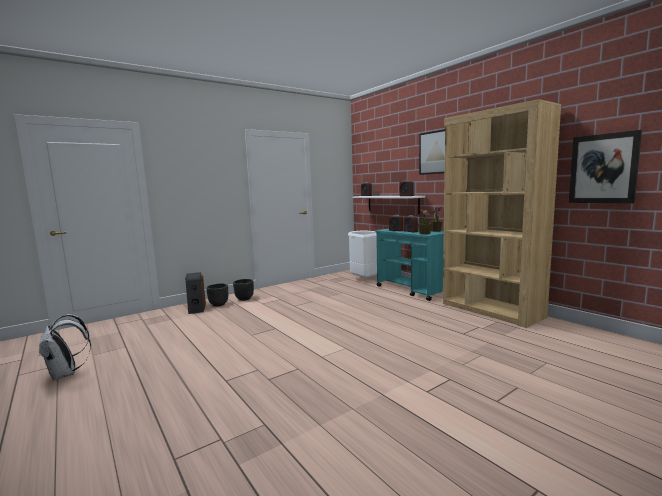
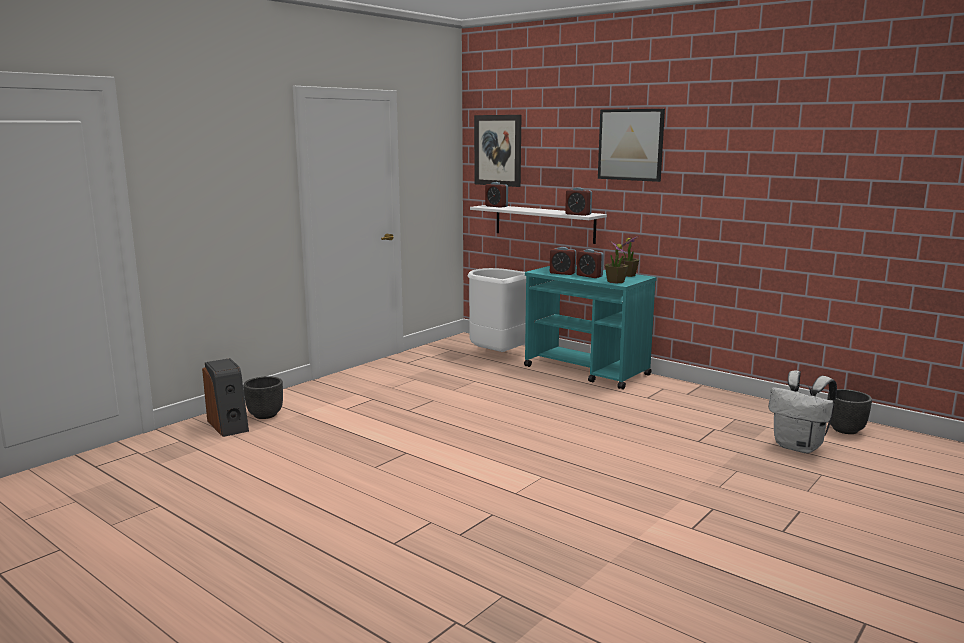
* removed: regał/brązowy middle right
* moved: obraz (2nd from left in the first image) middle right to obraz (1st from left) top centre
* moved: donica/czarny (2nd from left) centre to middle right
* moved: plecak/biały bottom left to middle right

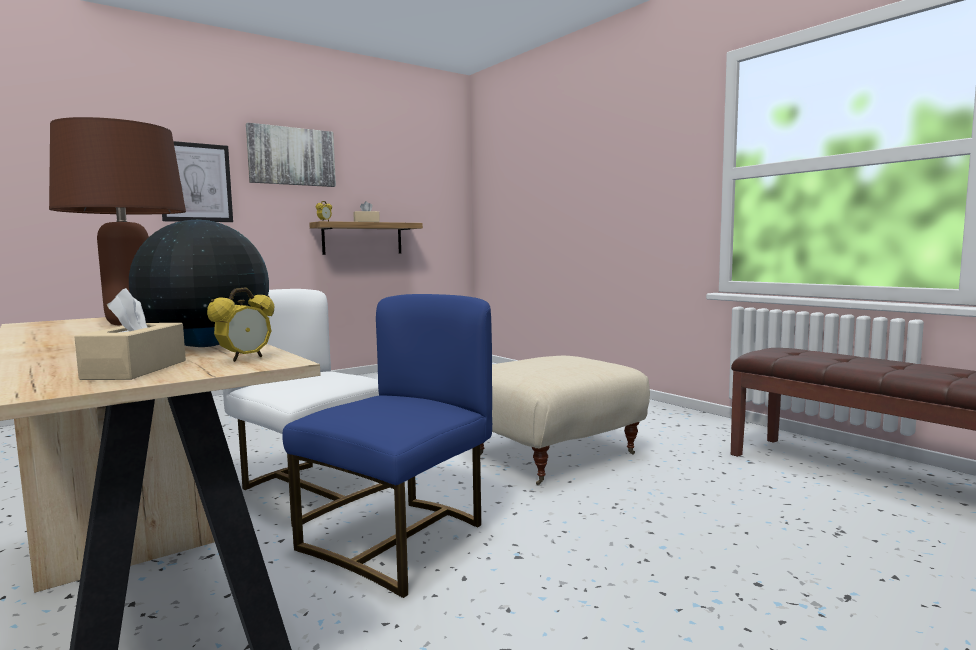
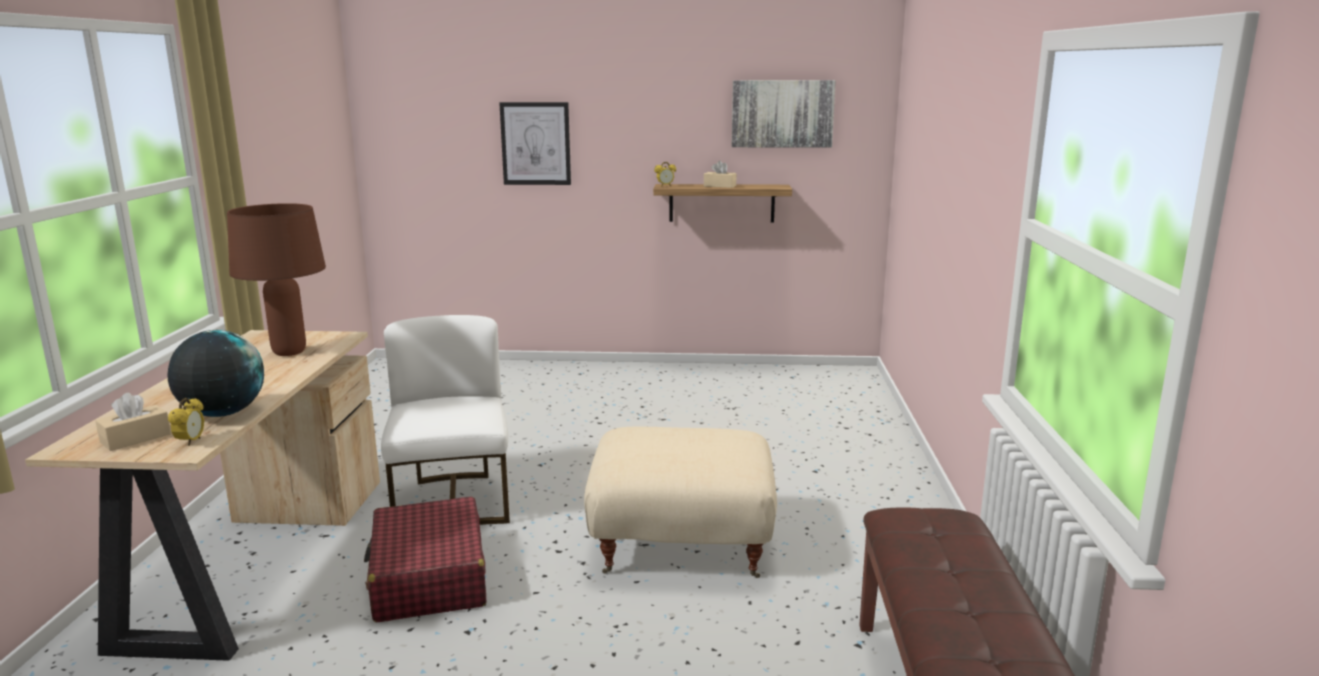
* moved: obraz (2nd from left) top left to top centre
* turned: budzik (1st from left) middle left = middle left 75 degrees counterclockwise
* replaced: krzesło/niebieski bottom centre to walizka/czerwony bottom left

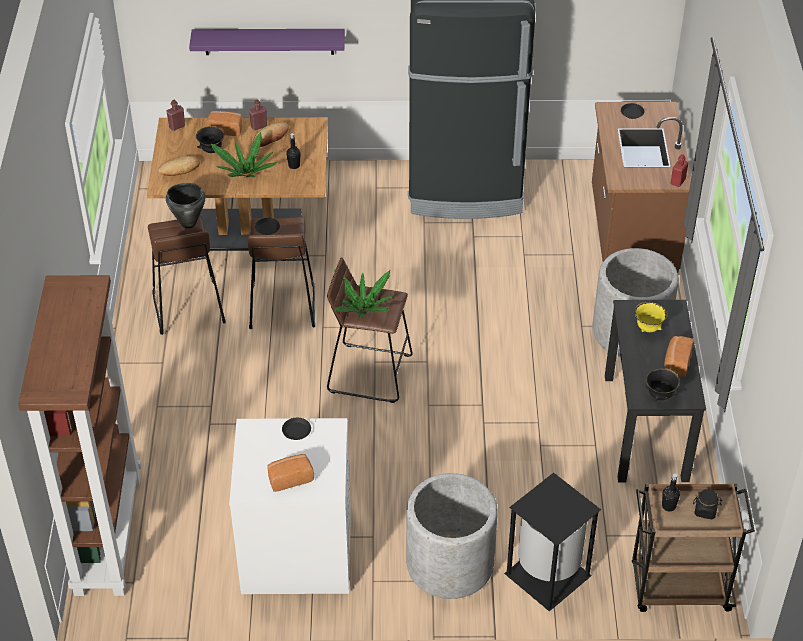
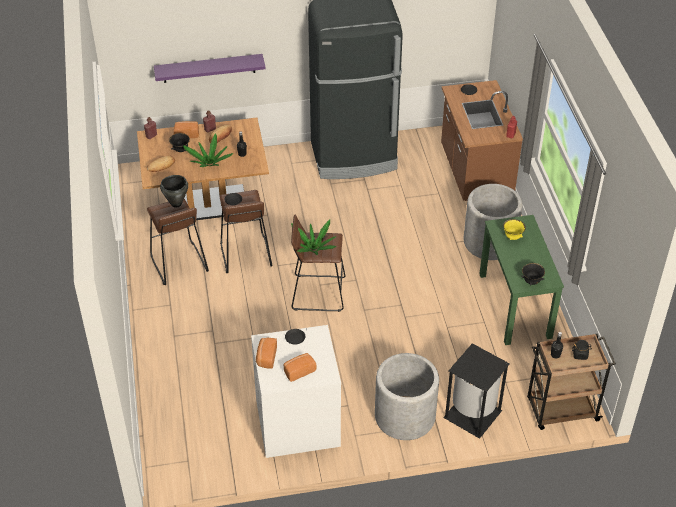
* removed: regał/brązowy bottom left
* recoloured: biurko/czarny middle right to biurko/zielony middle right
* moved: chleb (5th from left in the first image) middle right to chleb (4th from left) bottom centre

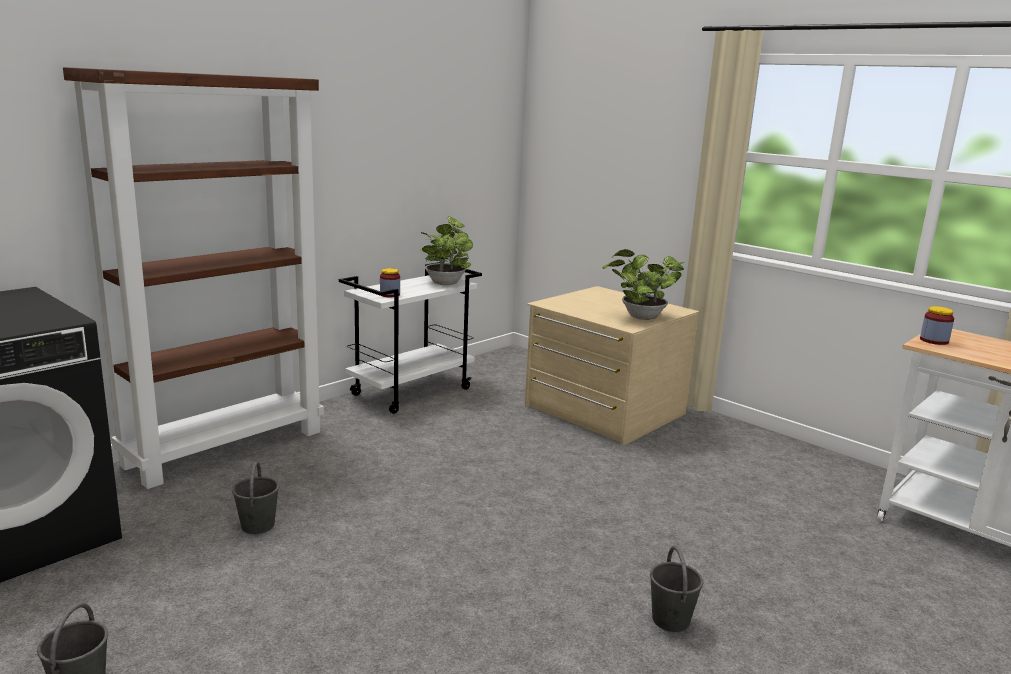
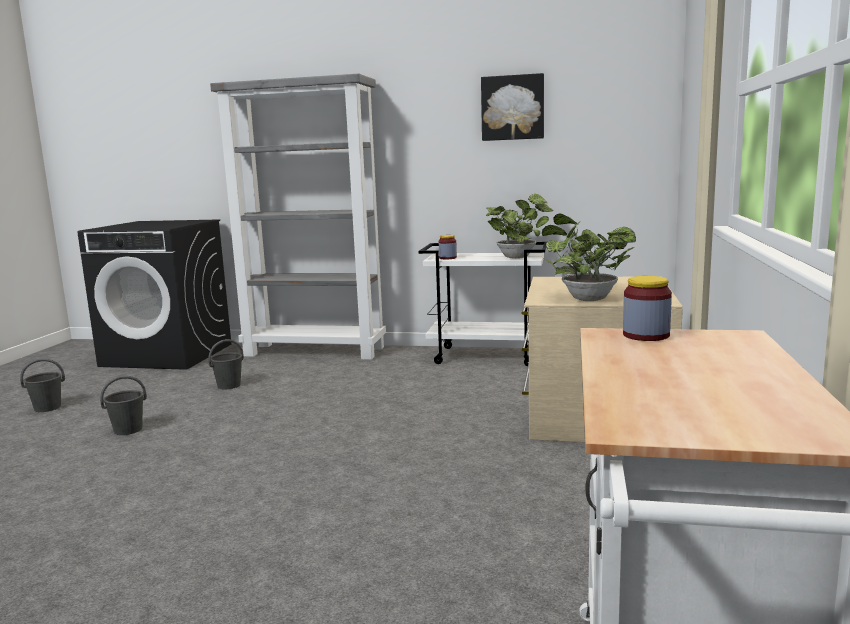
* recoloured: regał/brązowy middle left to regał/szary centre
* moved: wiadro/szary (3rd from left in the first image) bottom right to wiadro/szary (2nd from left) middle left
* added: obraz top centre

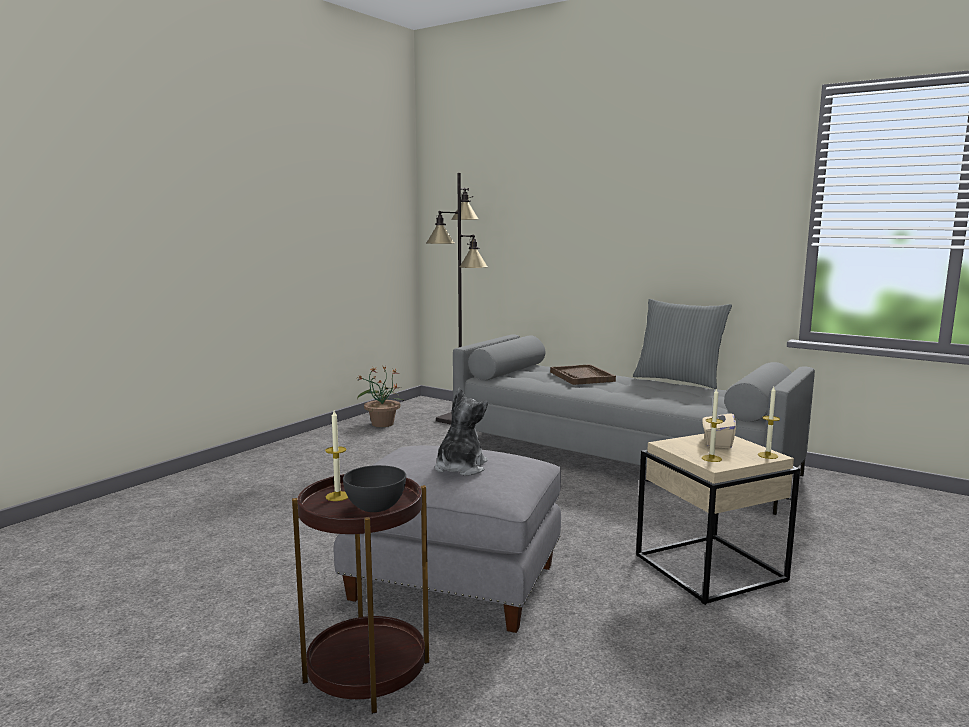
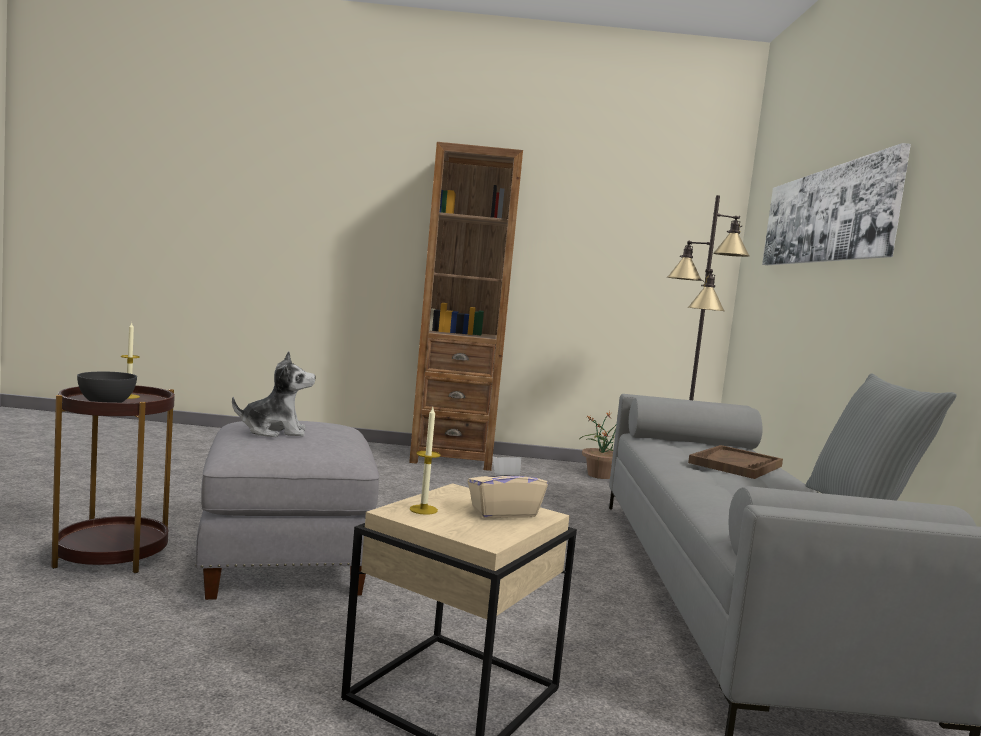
* removed: świeca (3rd from left) middle right
* added: regał/brązowy centre
* added: obraz top right

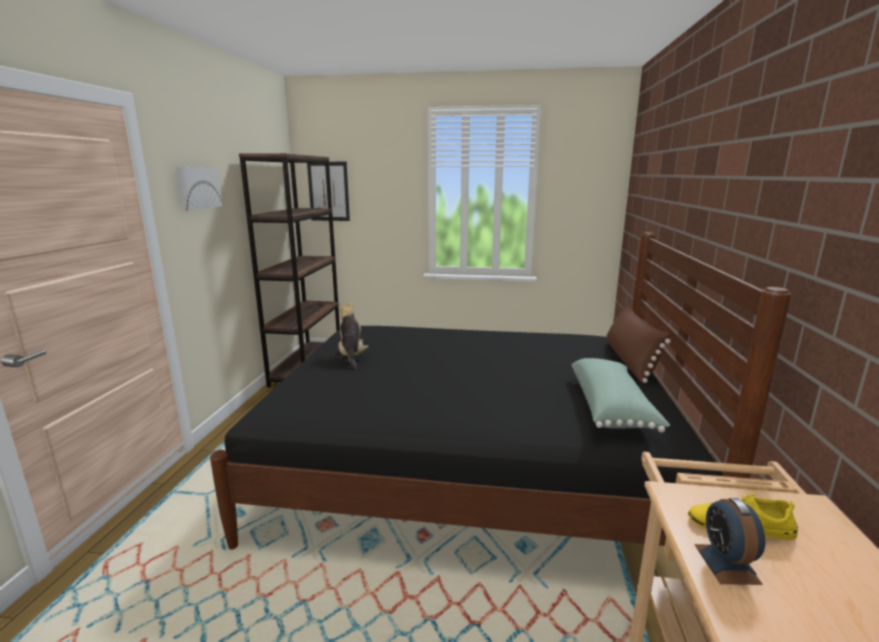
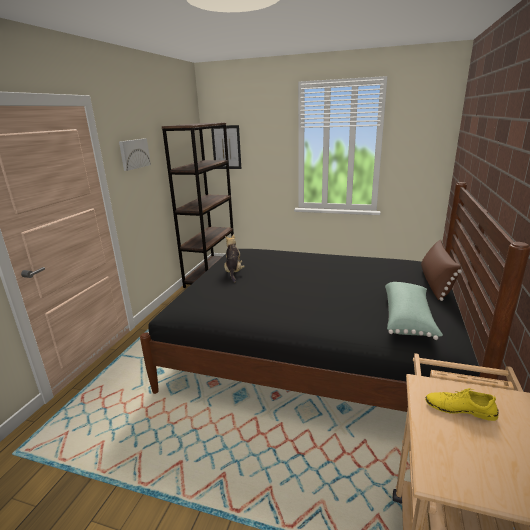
* removed: budzik bottom right

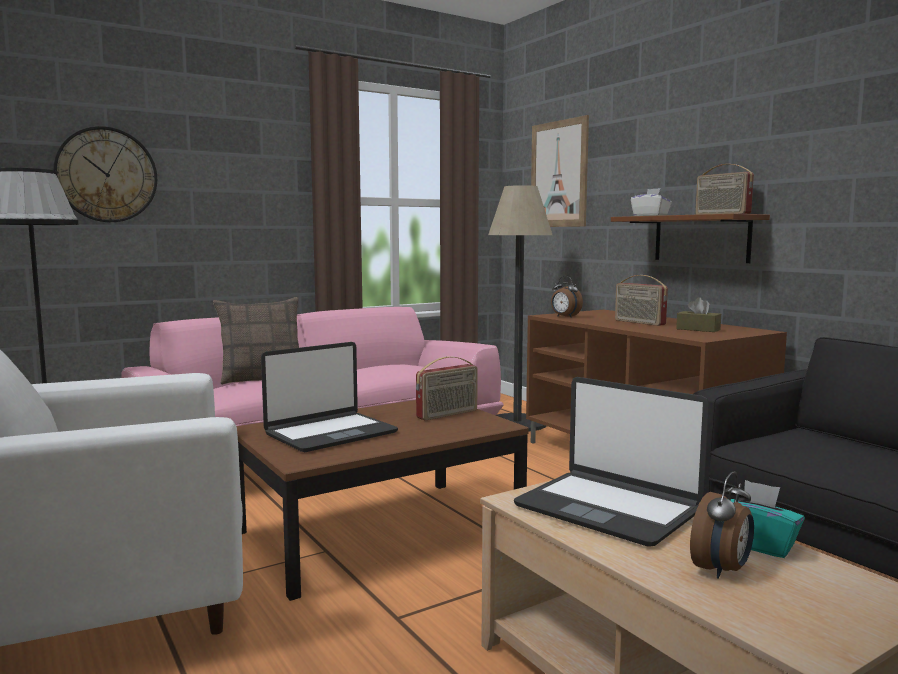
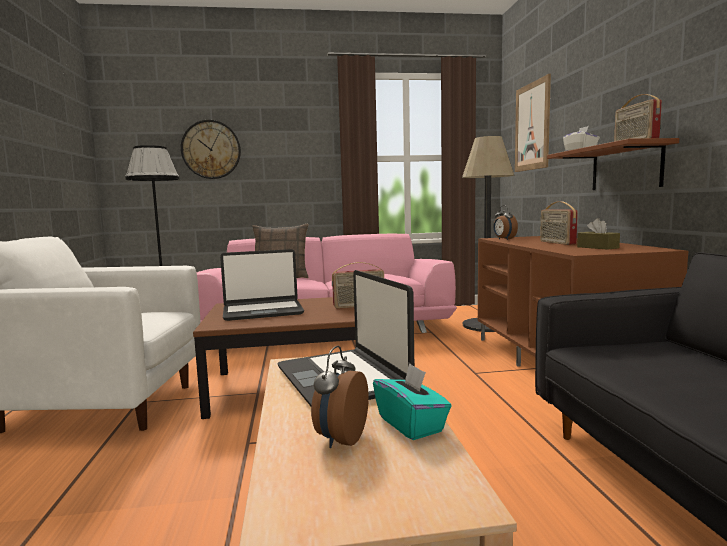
* turned: budzik (2nd from left in the first image) bottom right = bottom centre 135 degrees clockwise

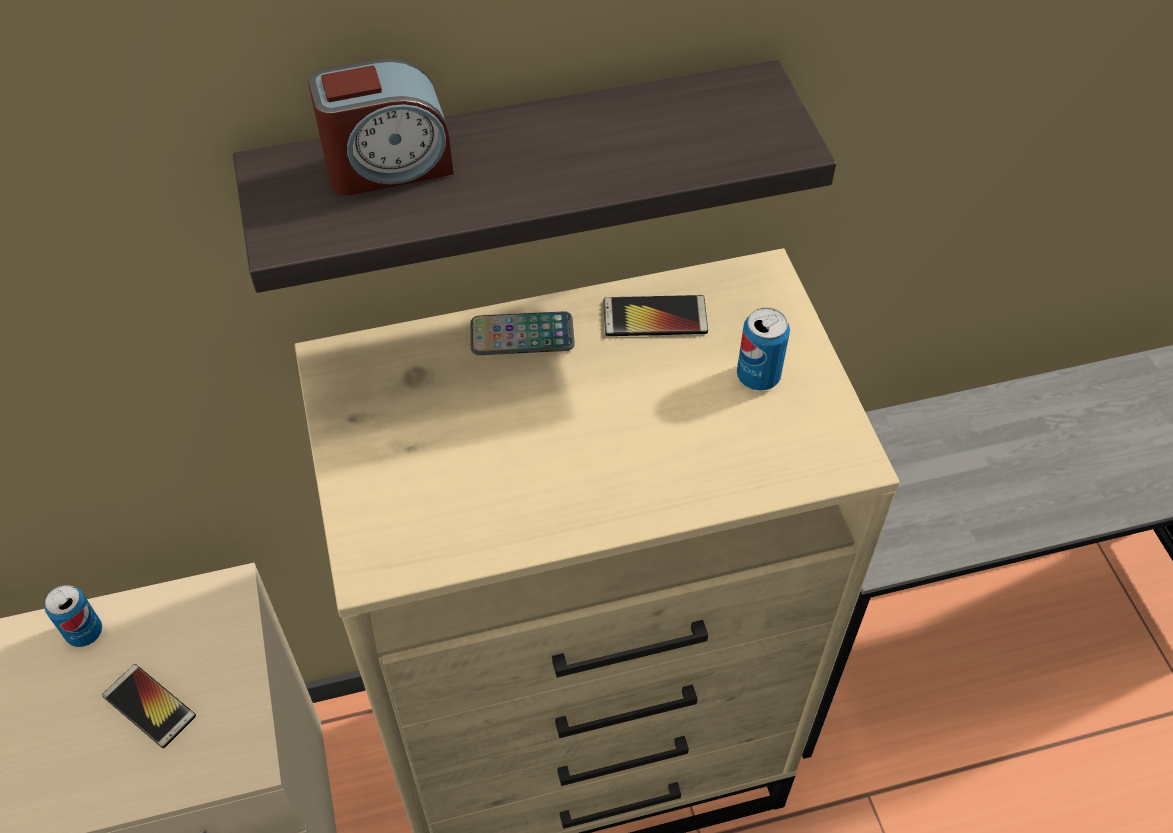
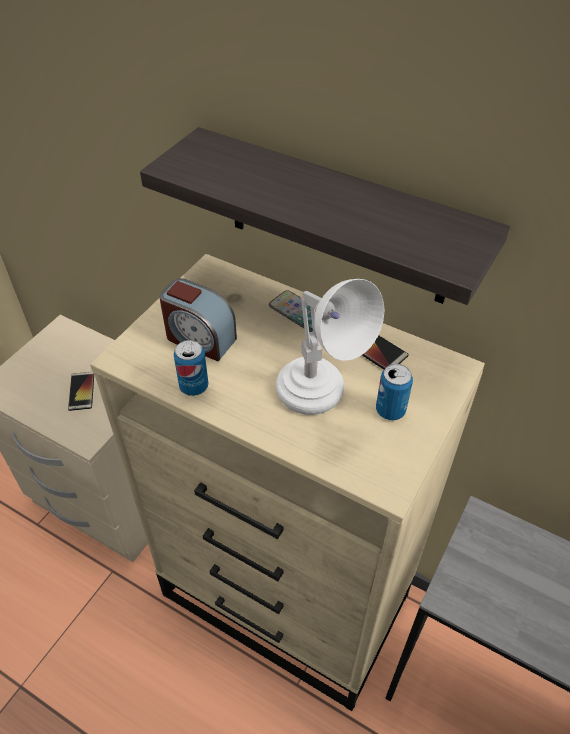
* moved: budzik top left to centre
* moved: puszka (1st from left) bottom left to centre
* added: lampa stołowa/biały centre

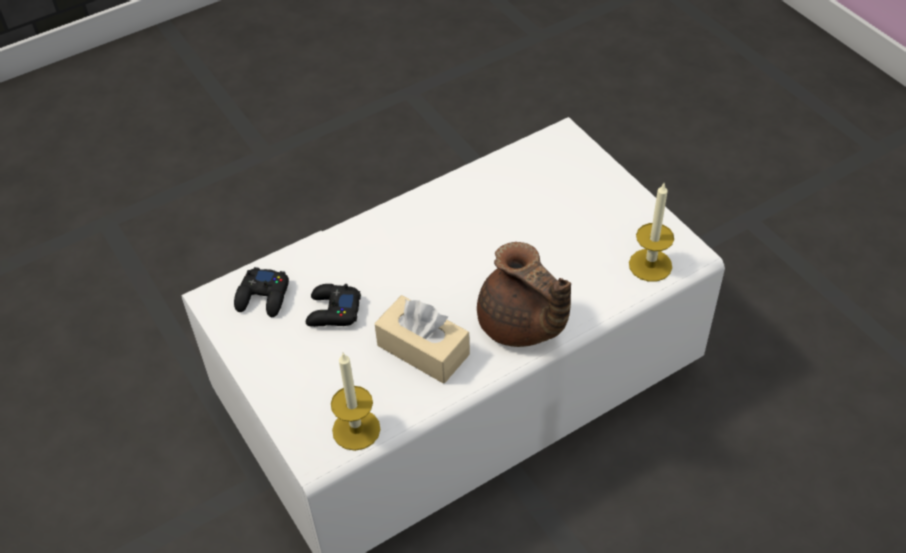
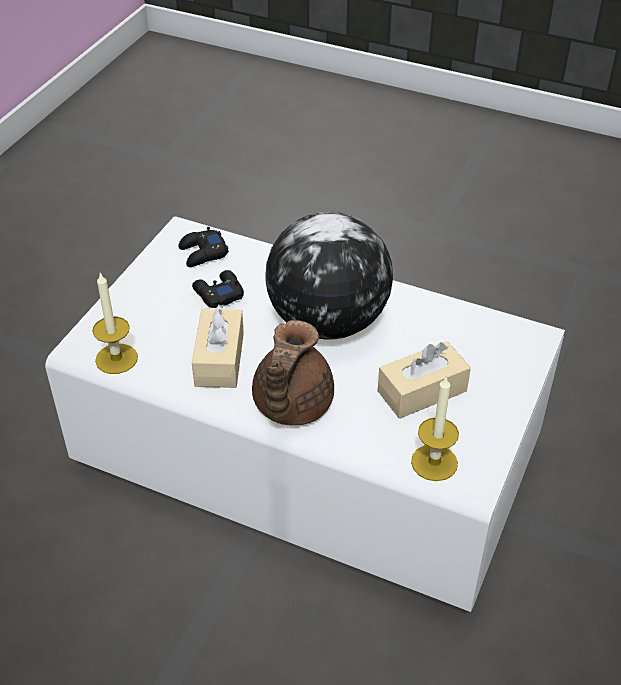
* added: globus centre
* added: pudełko chusteczek/beżowy (2nd from left) middle right

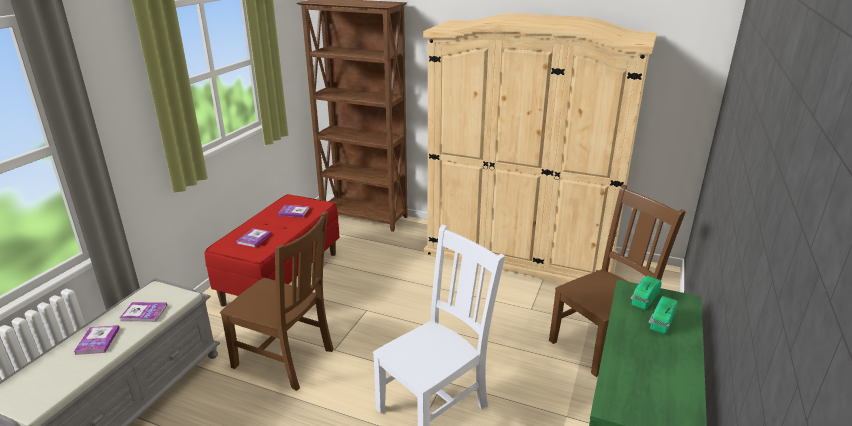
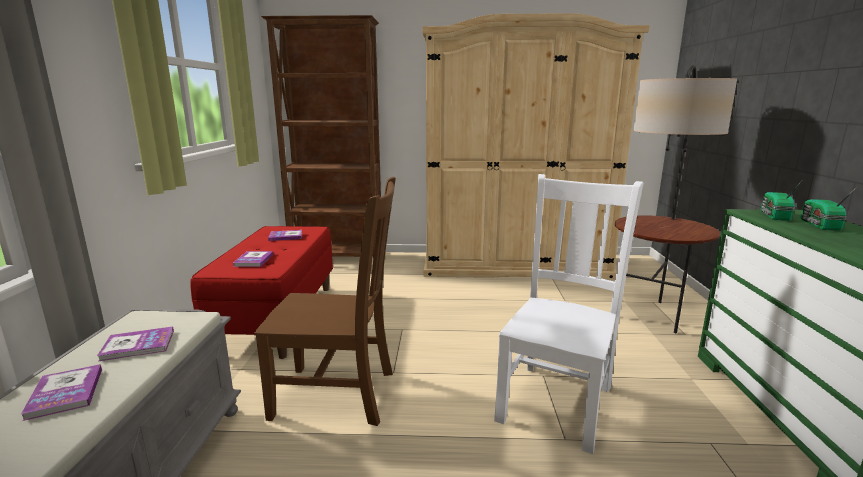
* replaced: krzesło/brązowy (2nd from left) middle right to lampa stojąca middle right

